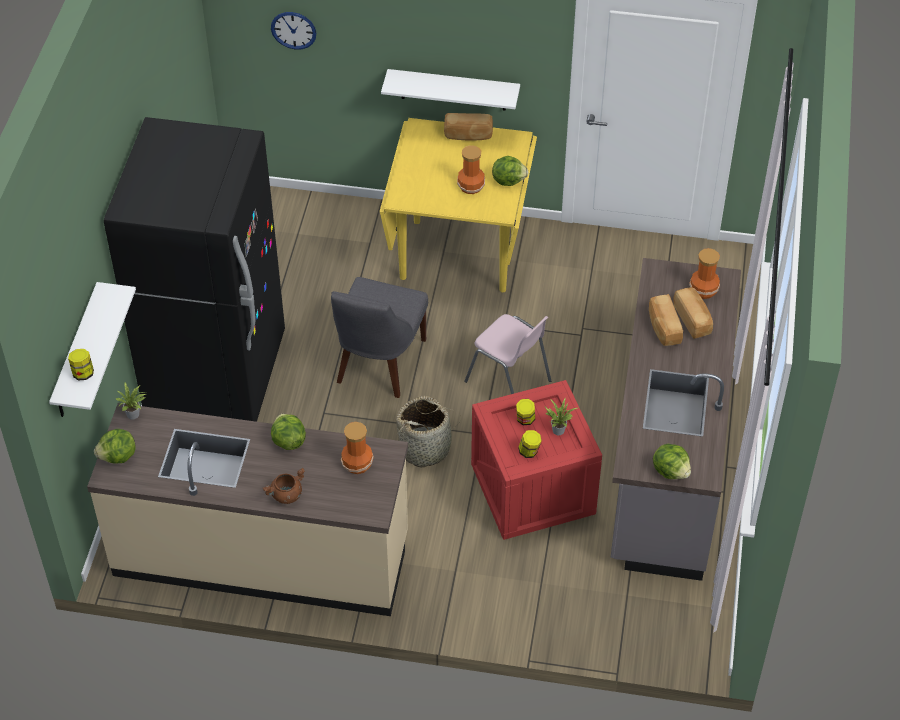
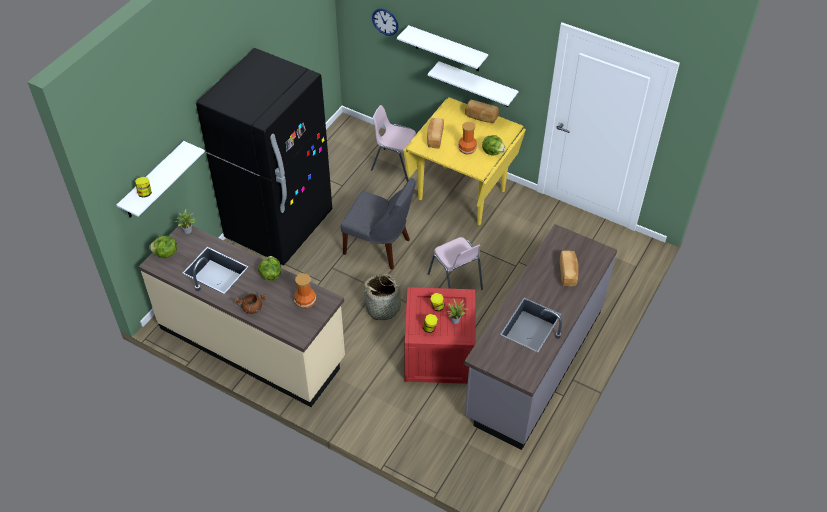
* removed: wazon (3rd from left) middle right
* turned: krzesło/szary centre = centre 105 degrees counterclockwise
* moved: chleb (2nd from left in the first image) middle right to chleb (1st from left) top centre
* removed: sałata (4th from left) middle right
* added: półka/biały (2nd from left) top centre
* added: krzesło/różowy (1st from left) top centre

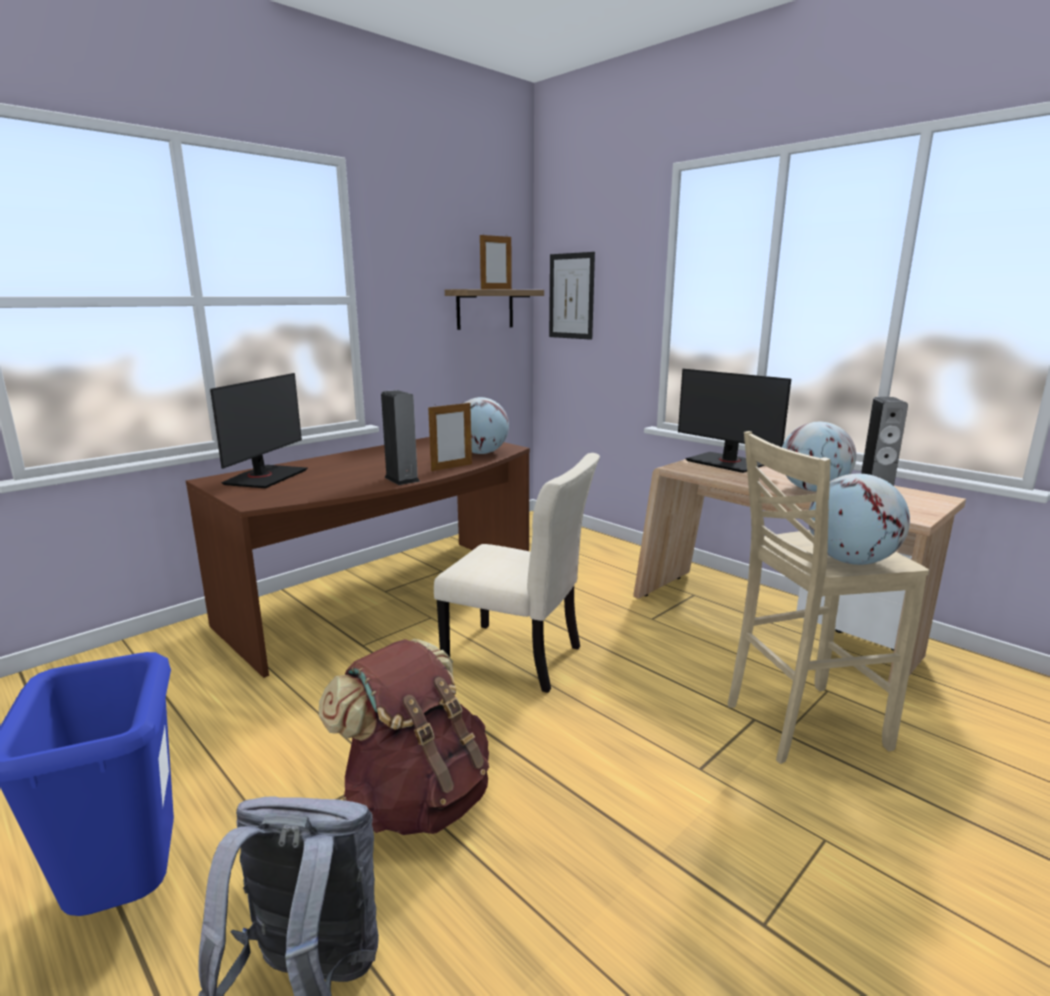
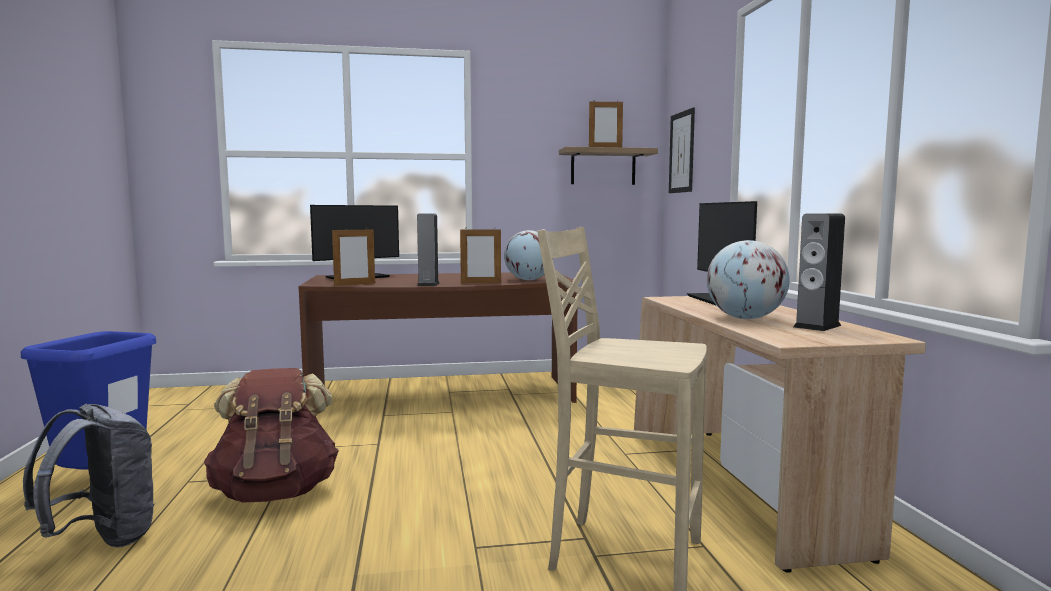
* removed: krzesło/beżowy centre
* removed: globus (3rd from left) middle right
* added: ramka na zdjęcie (1st from left) centre

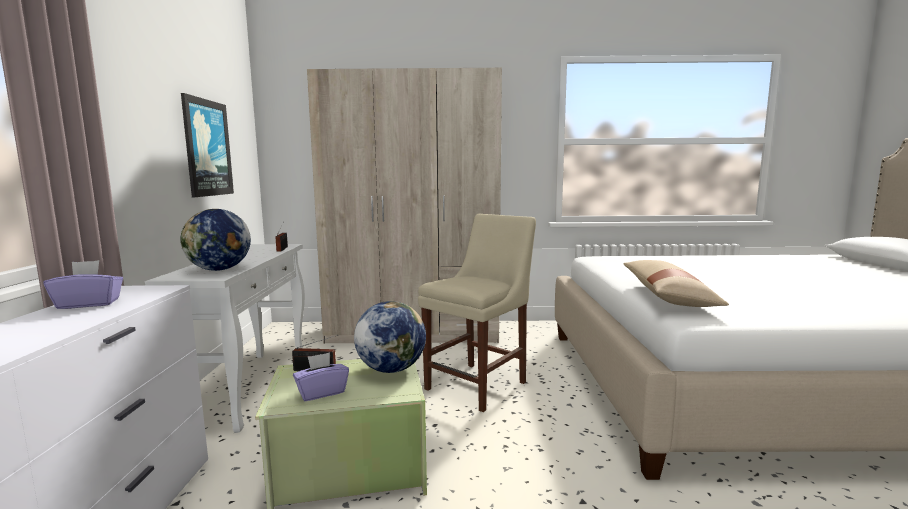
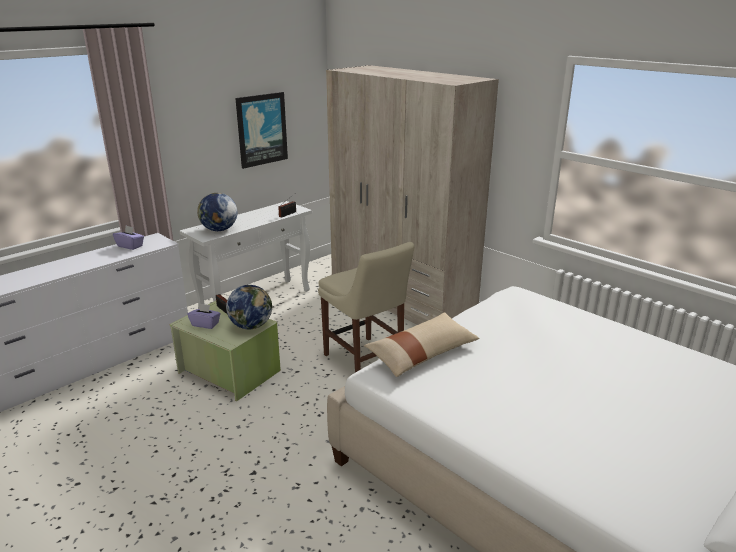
* turned: krzesło/beżowy centre = centre 60 degrees clockwise

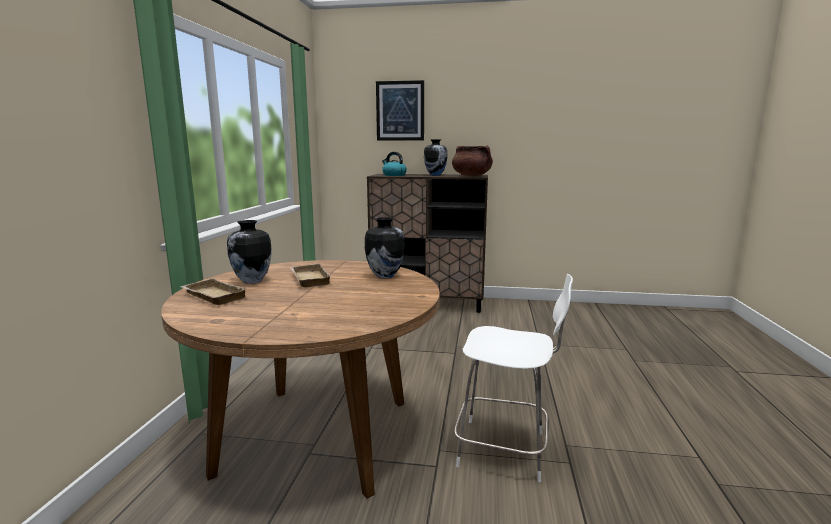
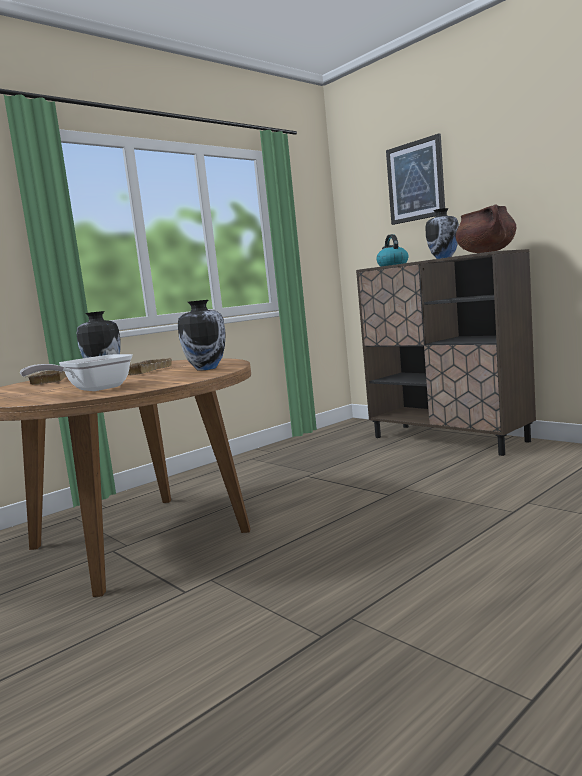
* removed: krzesło/biały bottom centre
* added: patelnia middle left

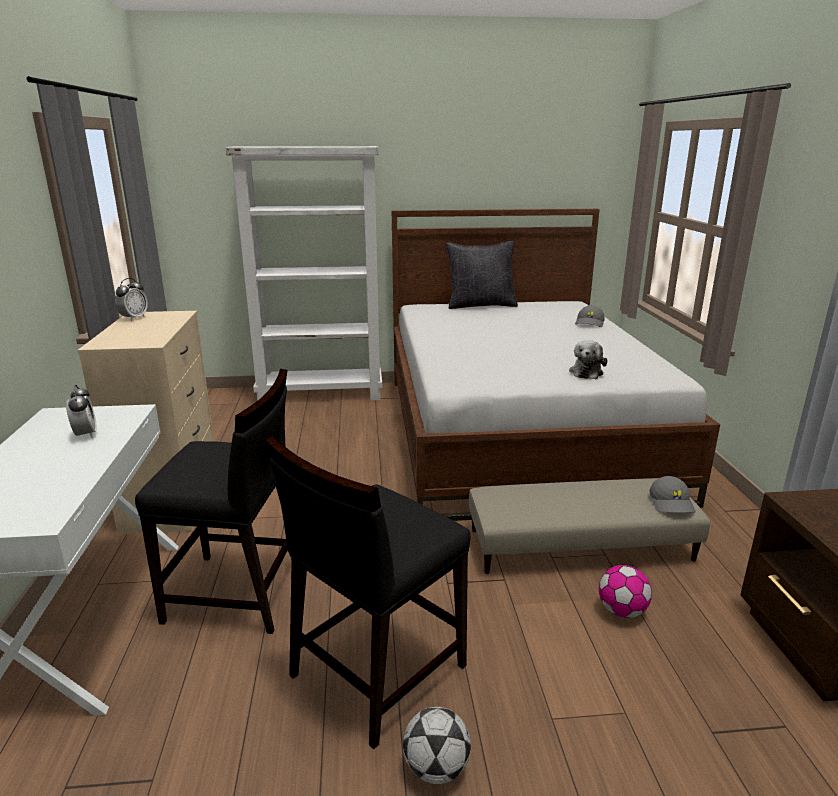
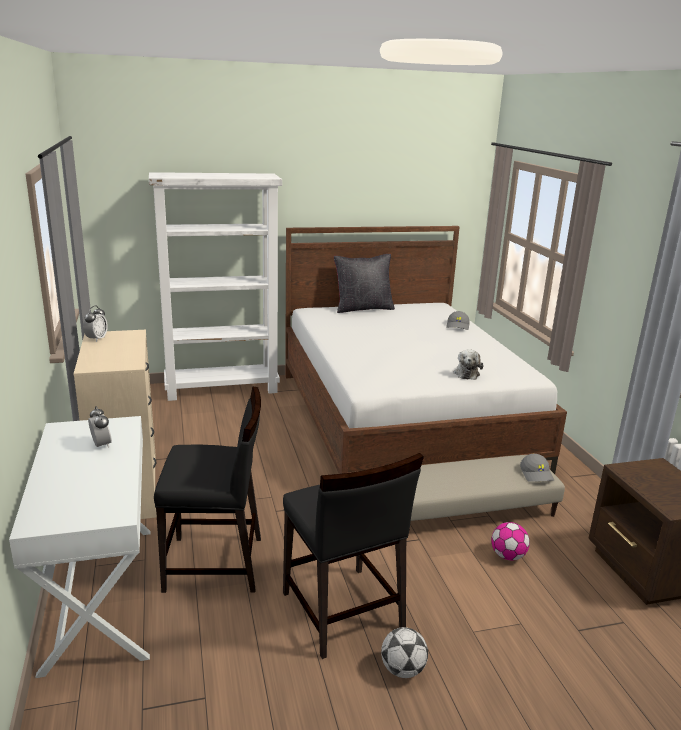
* turned: krzesło/czarny (2nd from left) bottom centre = bottom centre 60 degrees counterclockwise

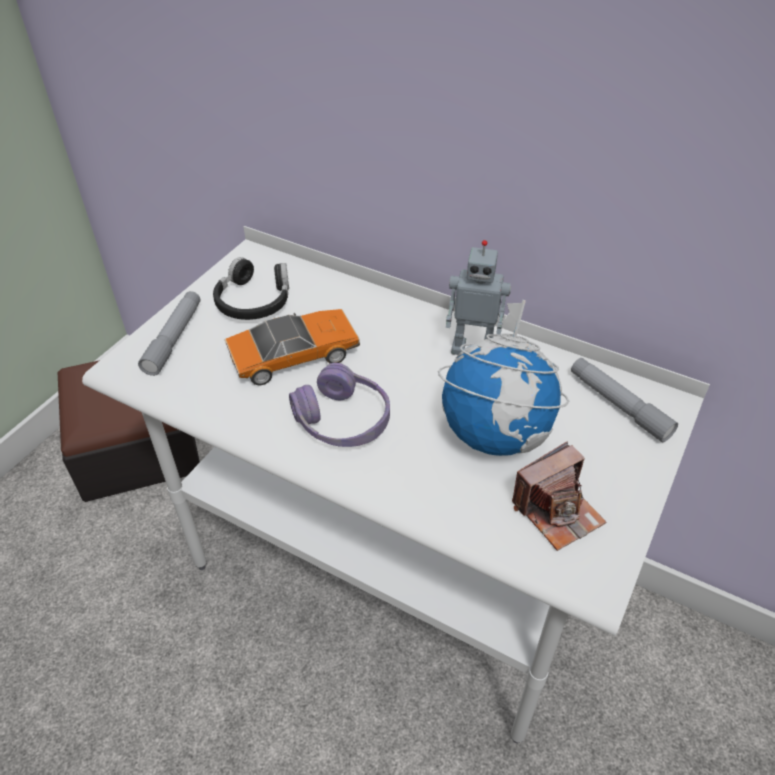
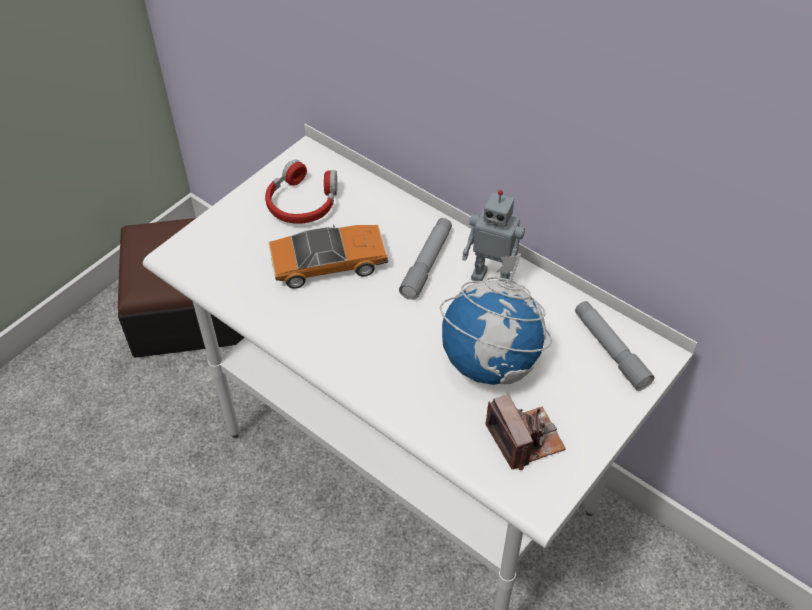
* recoloured: słuchawki/czarny middle left to słuchawki/czerwony top centre
* moved: latarka/szary (1st from left) middle left to centre
* removed: słuchawki/fioletowy centre
* turned: aparat fotograficzny middle right = bottom centre 90 degrees counterclockwise

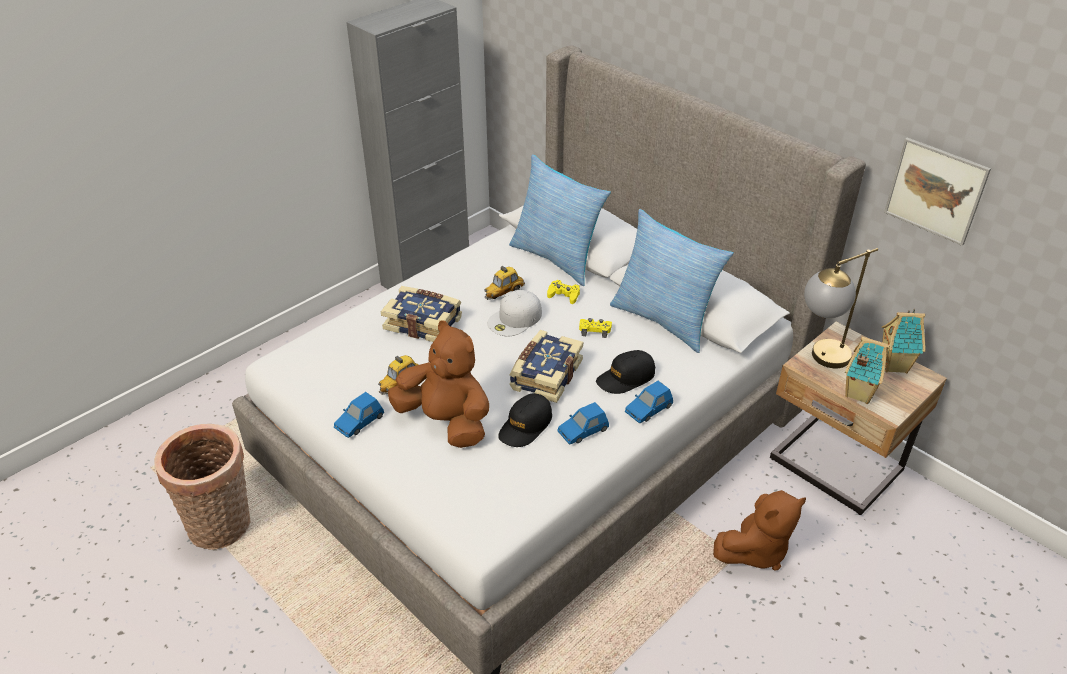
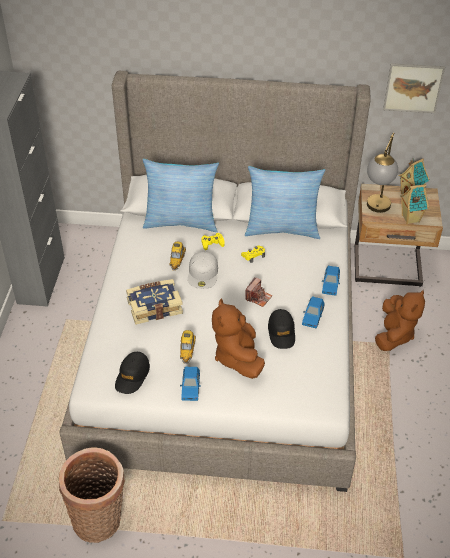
* turned: pluszak/brązowy (1st from left) centre = centre 90 degrees counterclockwise
* replaced: książka (2nd from left) centre to aparat fotograficzny centre
* moved: czapka z daszkiem/czarny (2nd from left in the first image) centre to czapka z daszkiem/czarny (1st from left) bottom left

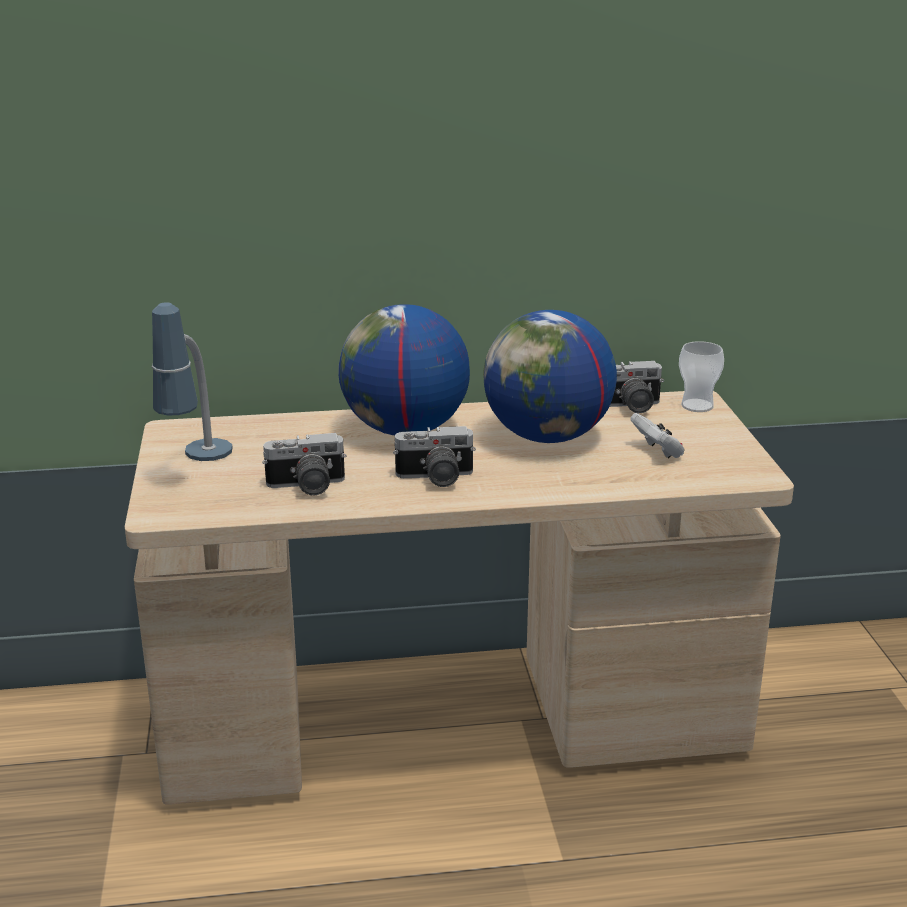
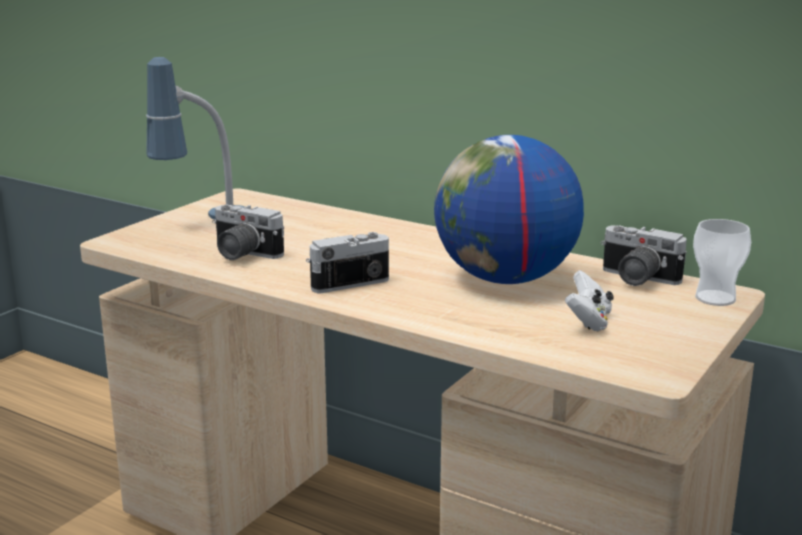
* removed: globus (1st from left) centre
* turned: aparat fotograficzny (2nd from left) centre = centre 120 degrees clockwise

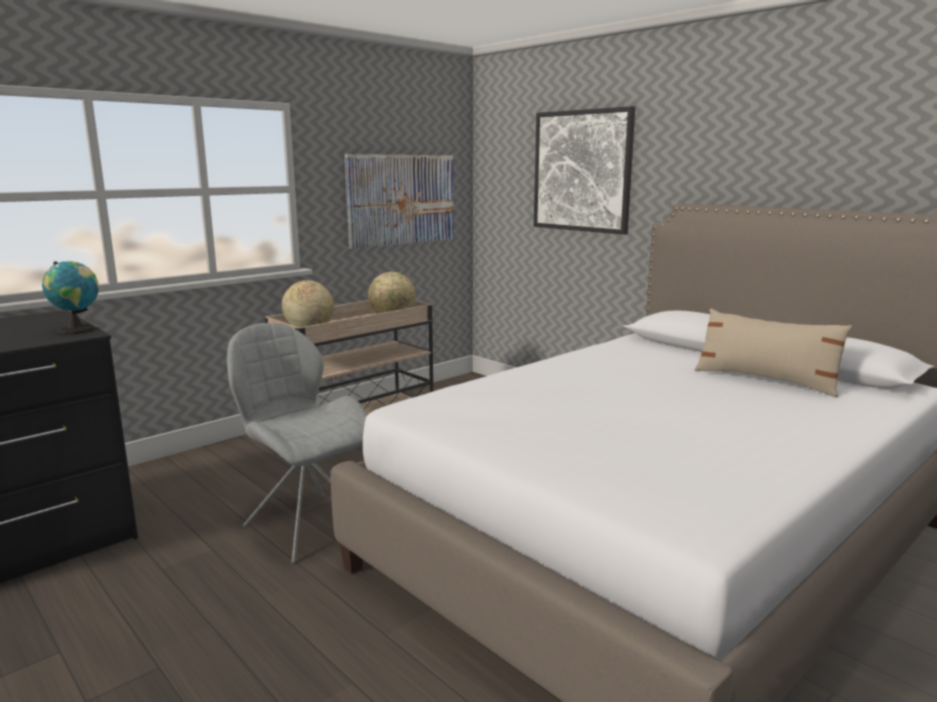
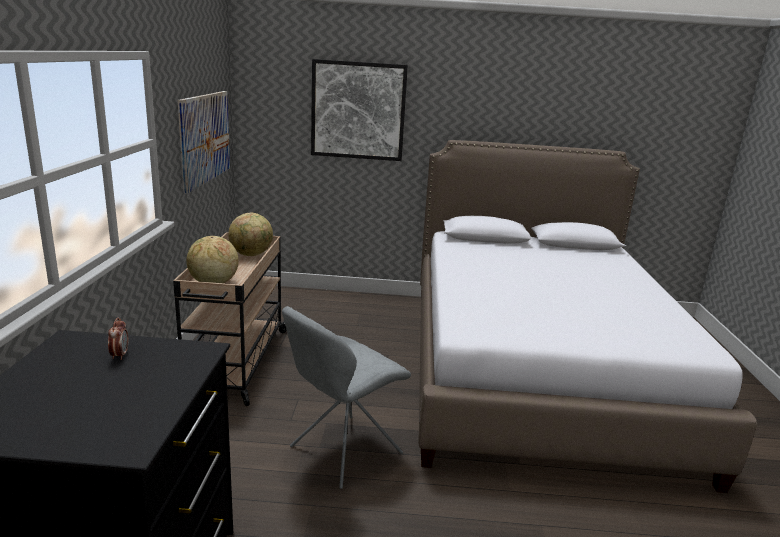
* removed: globus (1st from left) middle left
* removed: poduszka/beżowy middle right
* turned: krzesło/szary middle left = bottom centre 45 degrees counterclockwise
* added: budzik middle left

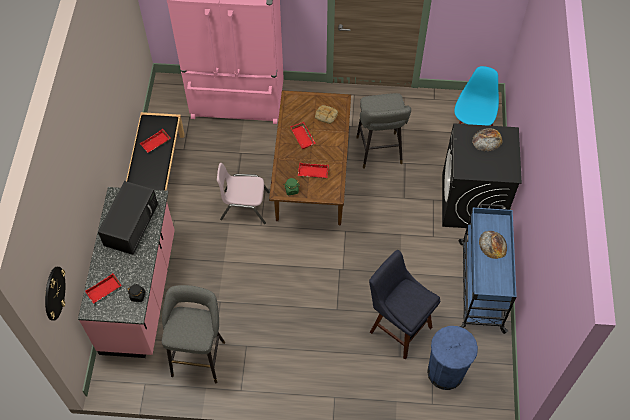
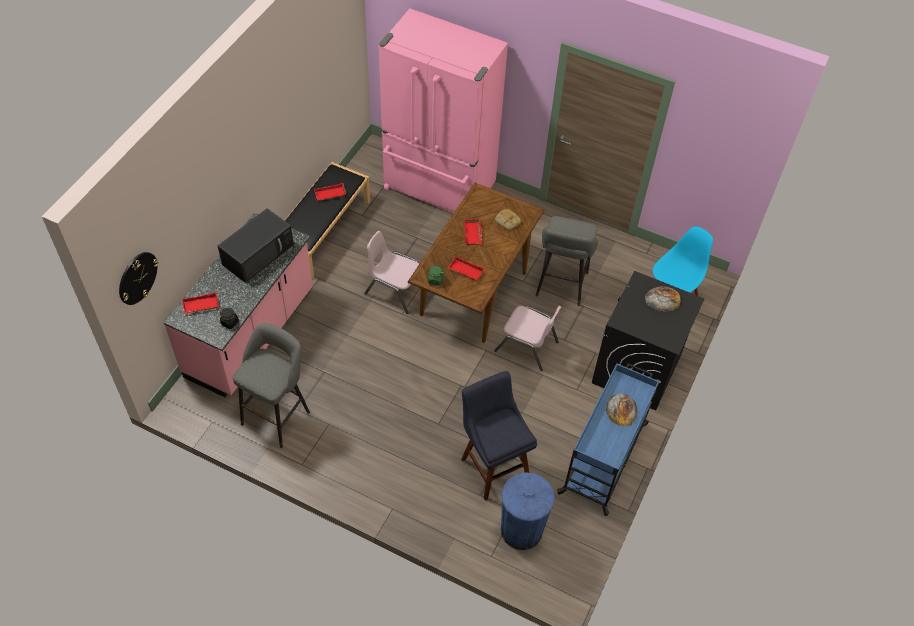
* added: krzesło/różowy (2nd from left) centre

